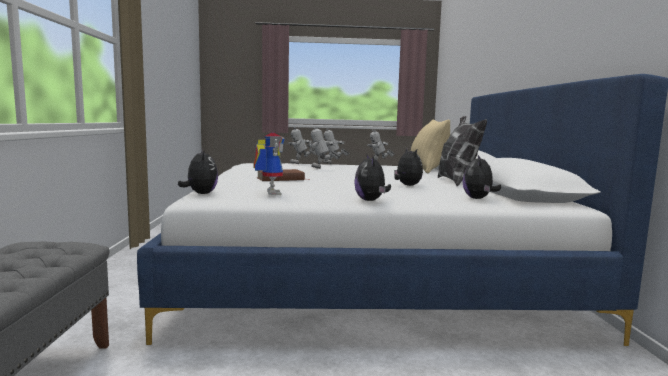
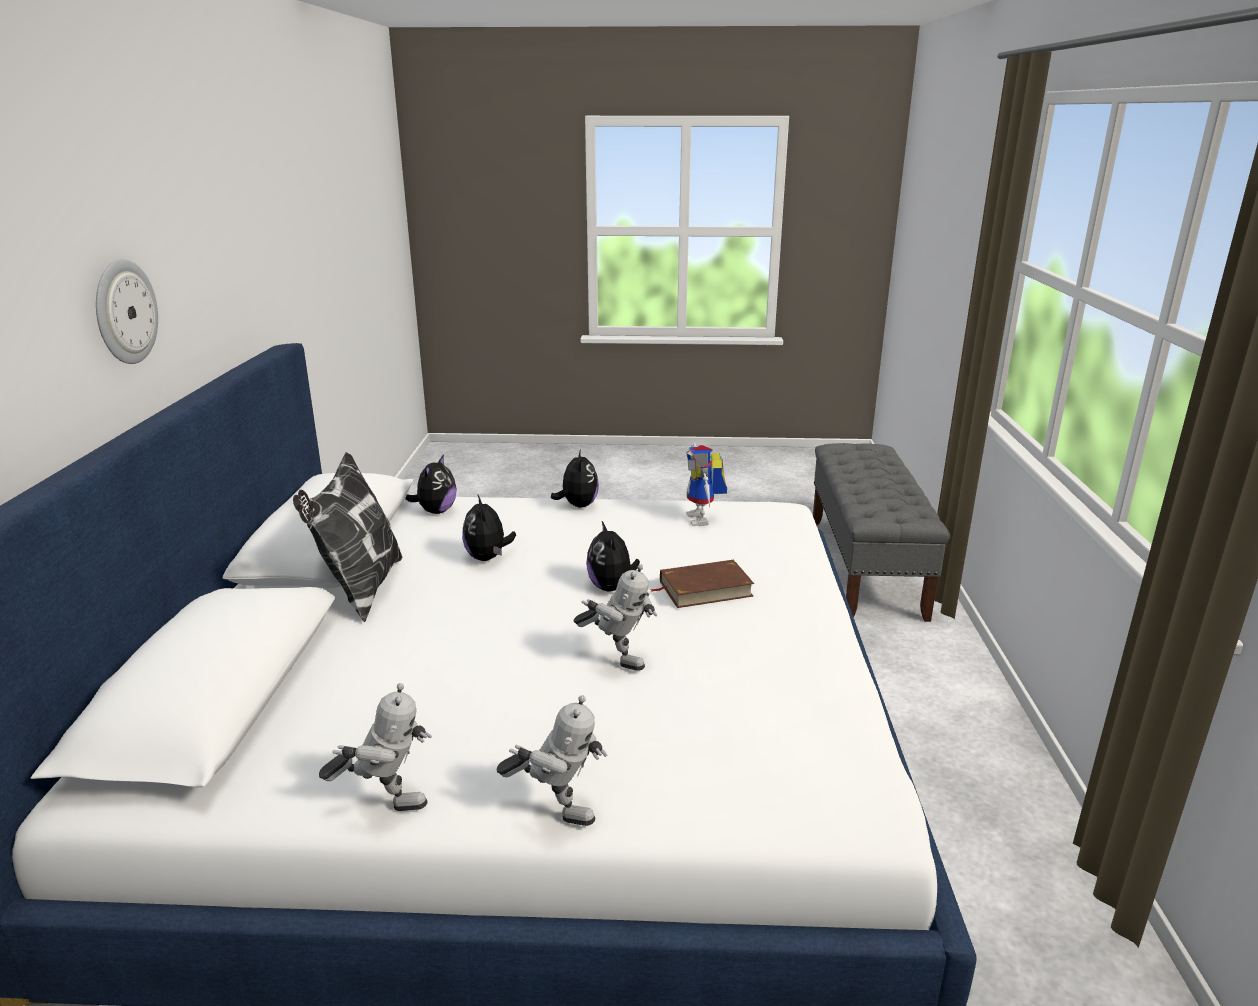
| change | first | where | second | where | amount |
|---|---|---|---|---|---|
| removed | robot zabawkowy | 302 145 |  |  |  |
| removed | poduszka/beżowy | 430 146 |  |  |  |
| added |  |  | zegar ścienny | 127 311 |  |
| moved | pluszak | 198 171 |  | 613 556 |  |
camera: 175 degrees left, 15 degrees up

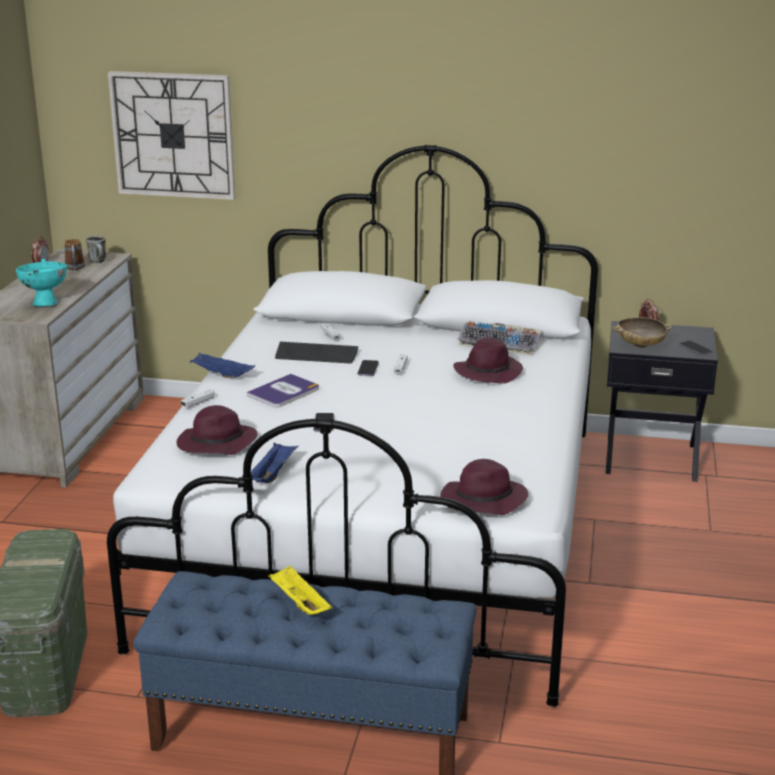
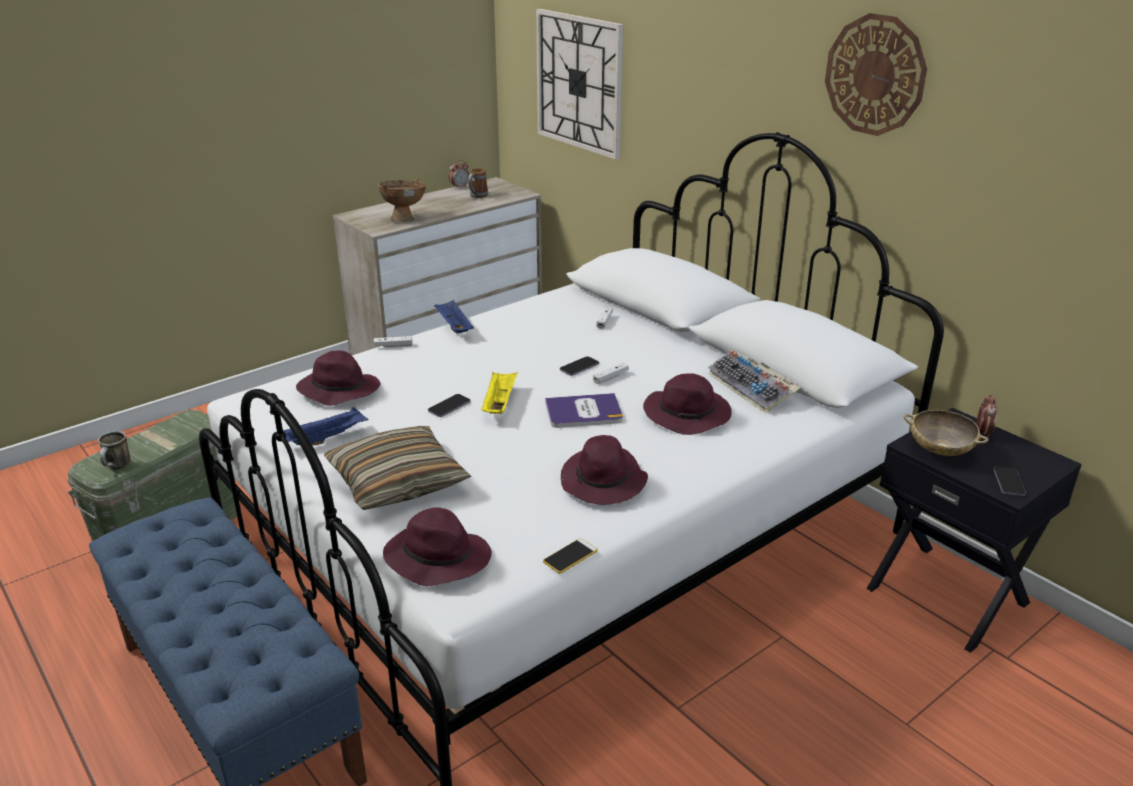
| change | first | where | second | where | amount |
|---|---|---|---|---|---|
| removed | klawiatura | 316 353 |  |  |  |
| added |  |  | poduszka | 397 468 |  |
| added |  |  | telefon | 570 556 |  |
| added |  |  | kapelusz/fioletowy | 604 470 |  |
| added |  |  | zegar ścienny | 876 74 |  |
| moved | kubek | 96 249 |  | 114 450 |  |
| moved | książka | 283 390 |  | 584 410 |  |
| moved | taca/żółty | 300 590 |  | 499 393 |  |
| recoloured | miska/turkusowy | 41 283 | miska/brązowy | 402 200 |  |
camera: 40 degrees right, 5 degrees up

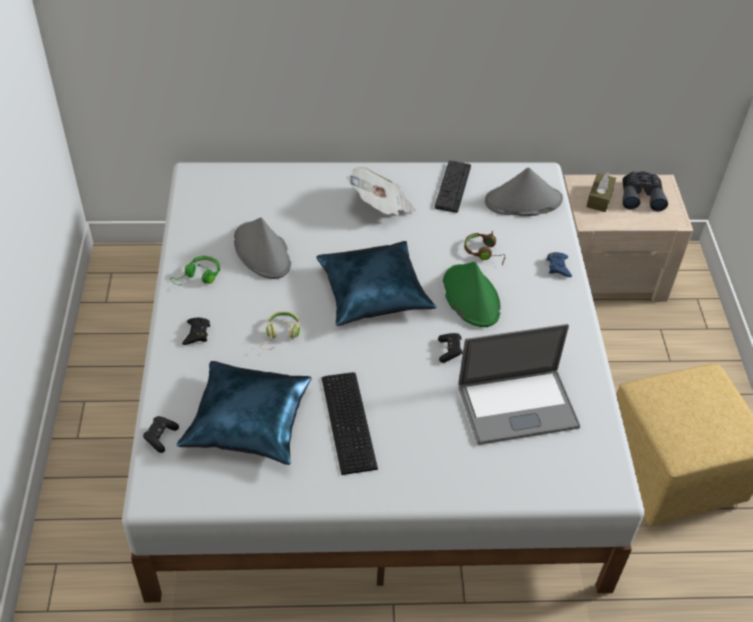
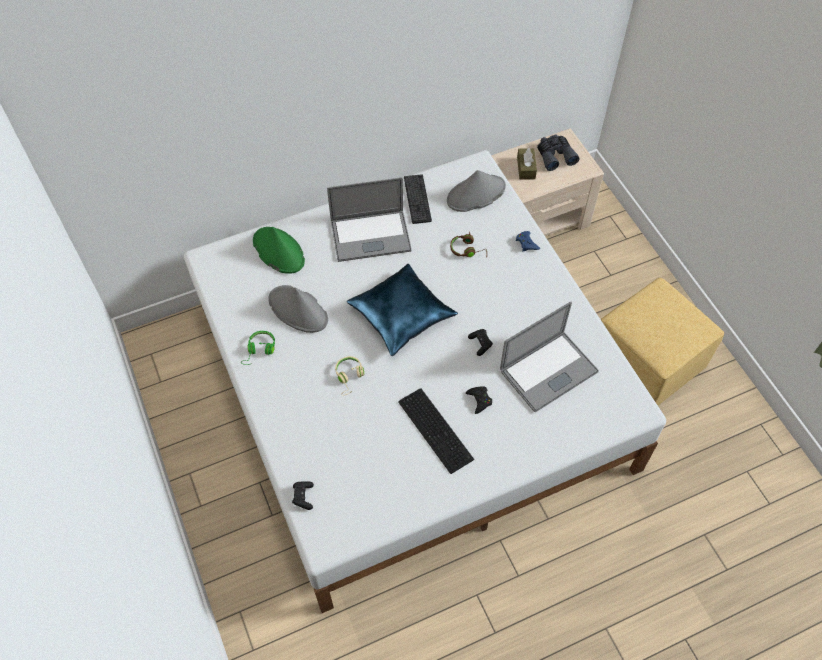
| change | first | where | second | where | amount |
|---|---|---|---|---|---|
| removed | poduszka/niebieski | 244 413 |  |  |  |
| moved | pad do gier/czarny | 196 331 |  | 479 400 |  |
| moved | kapelusz/zielony | 472 294 |  | 279 250 |  |
| replaced | gazeta | 381 191 | laptop | 369 219 |  |
camera: 20 degrees left, 10 degrees up

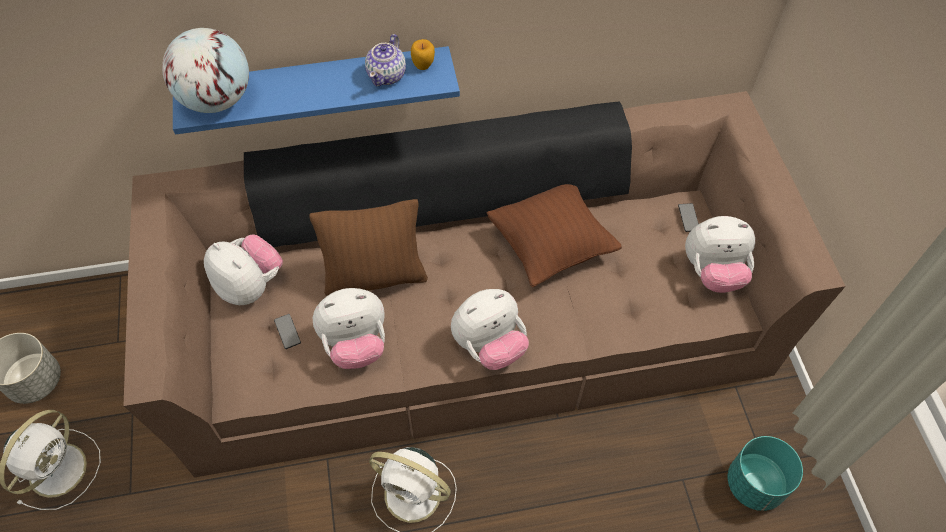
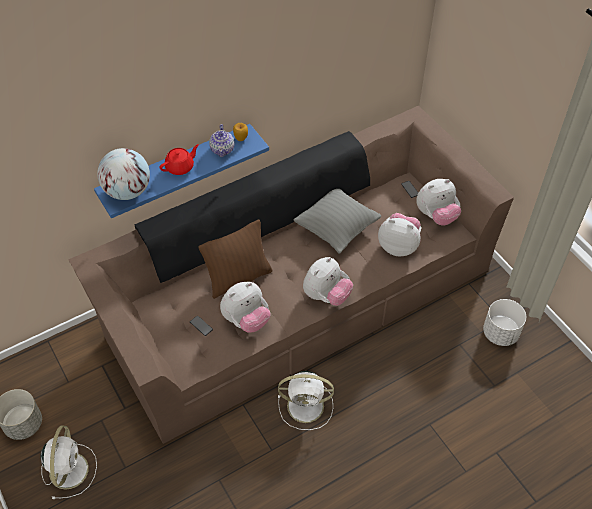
| change | first | where | second | where | amount |
|---|---|---|---|---|---|
| added |  |  | imbryk/czerwony | 179 159 |  |
| moved | pluszak | 243 269 |  | 399 234 |  |
| recoloured | poduszka/brązowy | 554 235 | poduszka/szary | 337 221 |  |
| recoloured | donica/turkusowy | 765 473 | donica/biały | 504 322 |  |
camera: 20 degrees left, 5 degrees down

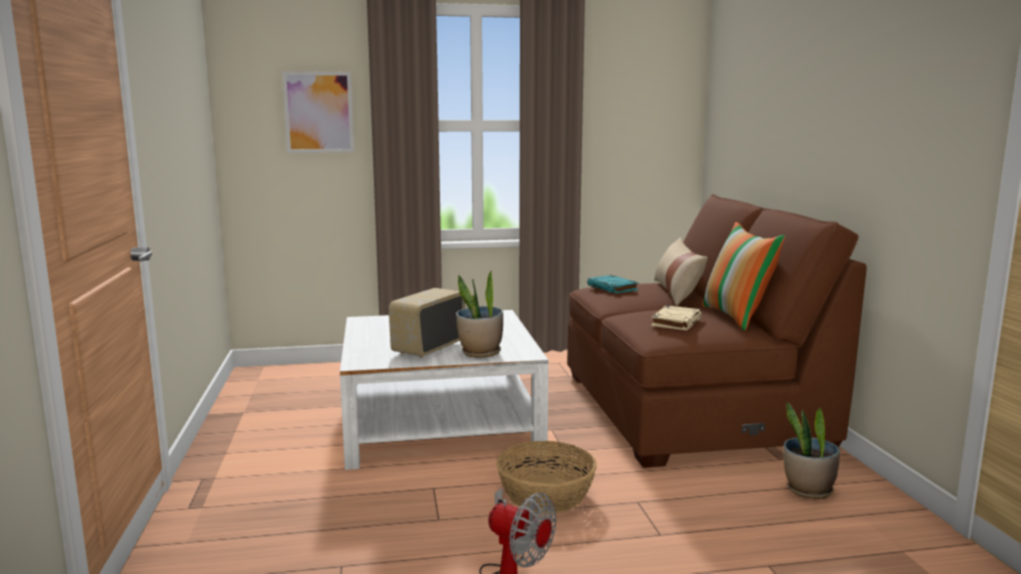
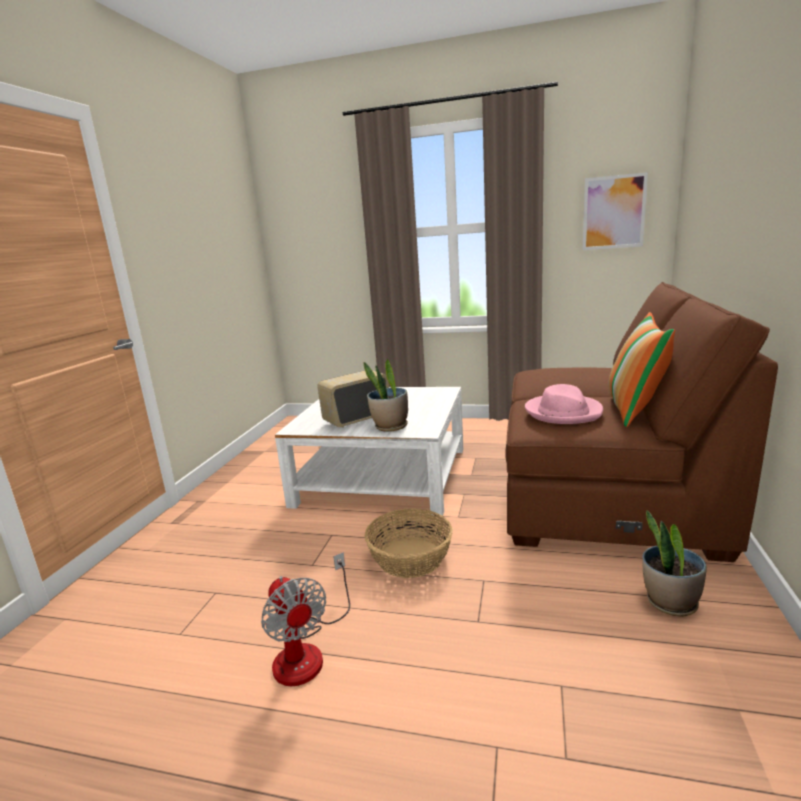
| change | first | where | second | where | amount |
|---|---|---|---|---|---|
| removed | książka/turkusowy | 613 284 |  |  |  |
| removed | poduszka/beżowy | 681 272 |  |  |  |
| moved | obraz | 318 112 |  | 615 211 |  |
| replaced | książka/beżowy | 676 317 | kapelusz/różowy | 564 404 |  |
camera: 25 degrees right, 5 degrees up

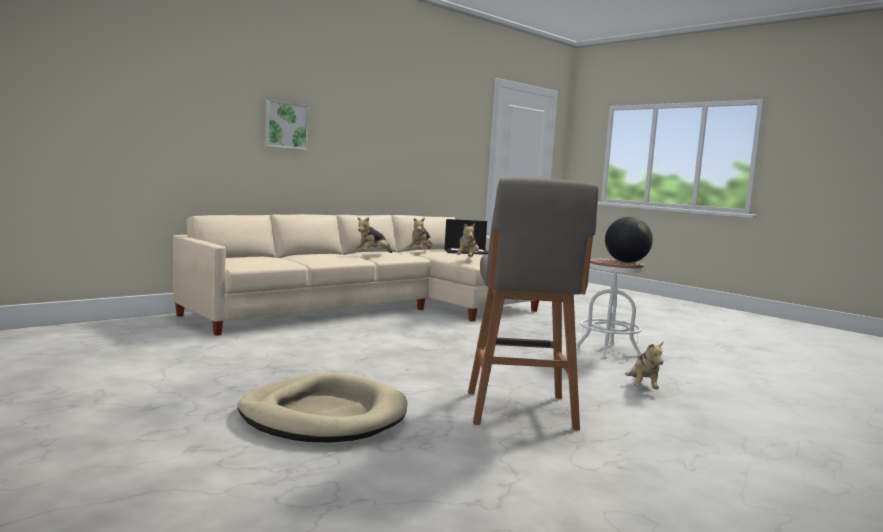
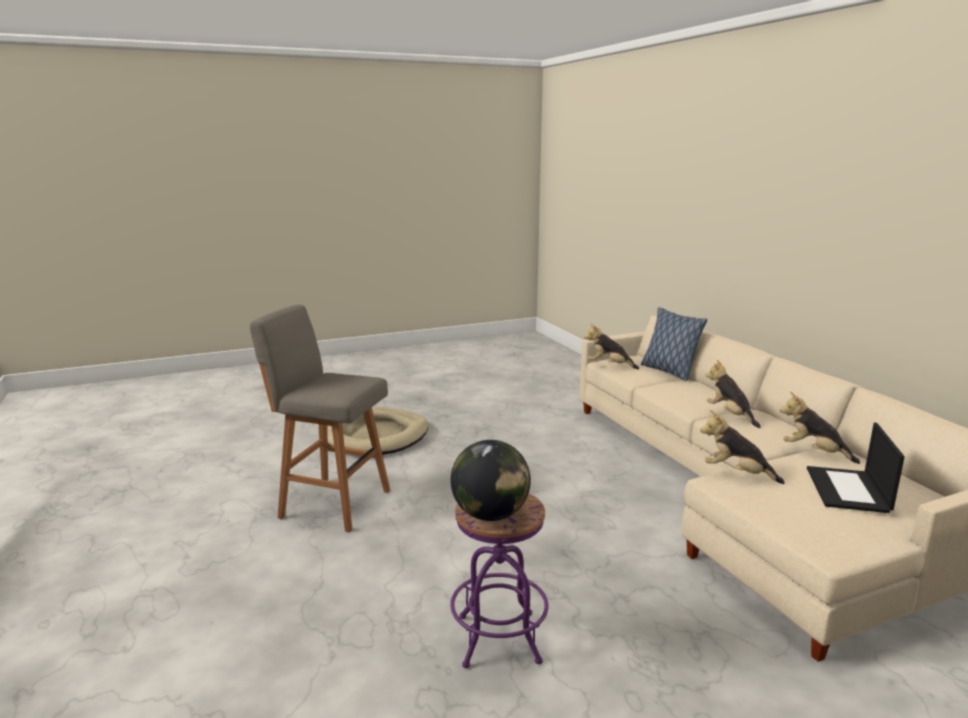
| change | first | where | second | where | amount |
|---|---|---|---|---|---|
| removed | obraz | 287 125 |  |  |  |
| added |  |  | poduszka | 674 344 |  |
| moved | pluszak | 644 365 |  | 611 346 |  |
| recoloured | stołek/biały | 610 308 | stołek/fioletowy | 499 581 |  |
camera: 110 degrees right, 10 degrees up

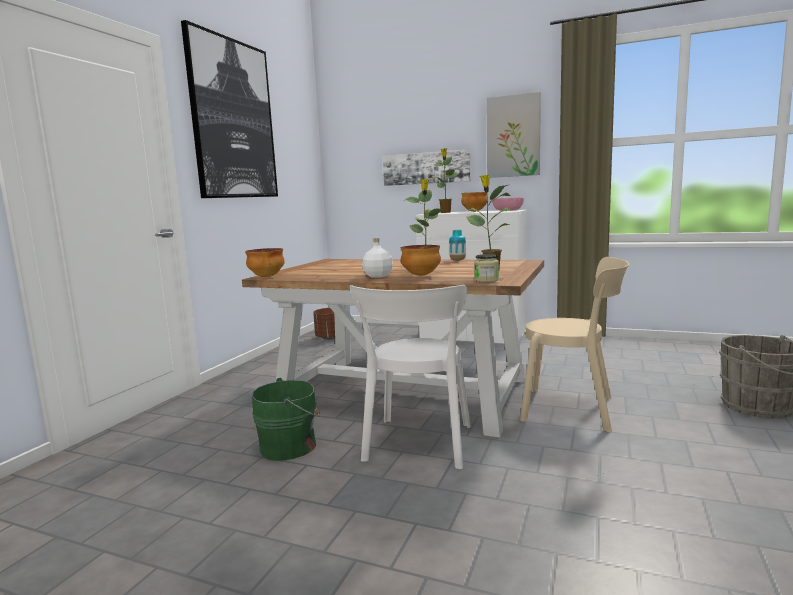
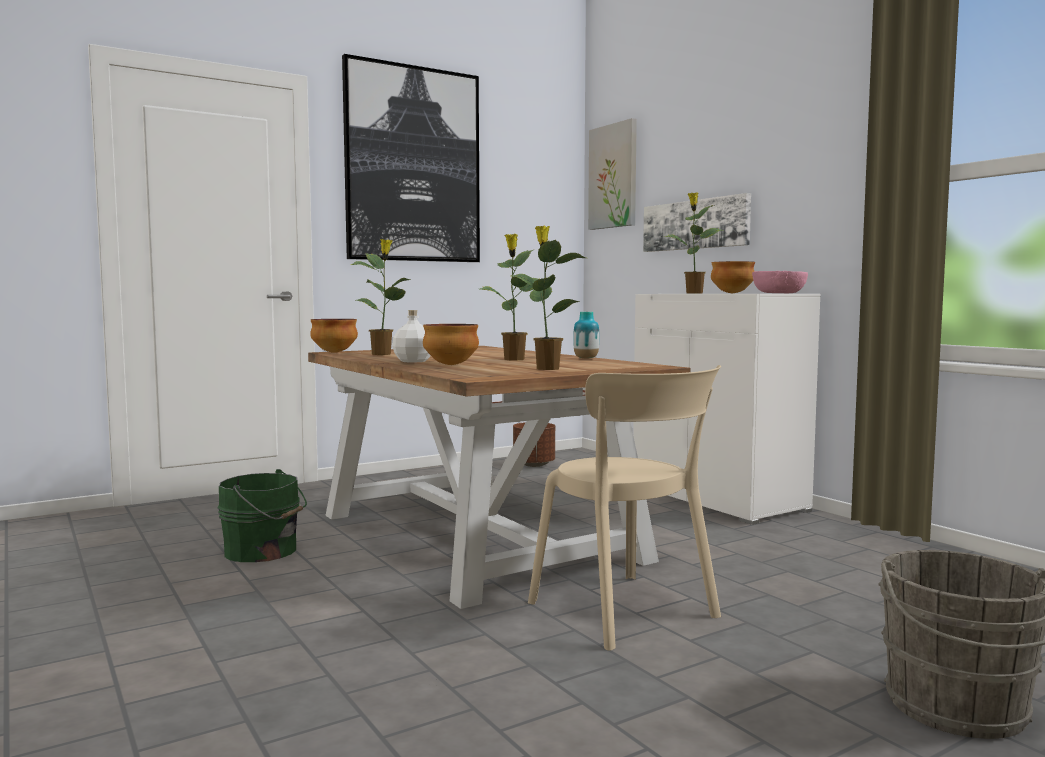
| change | first | where | second | where | amount |
|---|---|---|---|---|---|
| removed | krzesło/biały | 410 377 |  |  |  |
| removed | słoik | 486 268 |  |  |  |
| added |  |  | roślina doniczkowa | 380 297 |  |
| moved | obraz | 513 135 |  | 612 174 |  |
camera: 35 degrees right, 5 degrees down

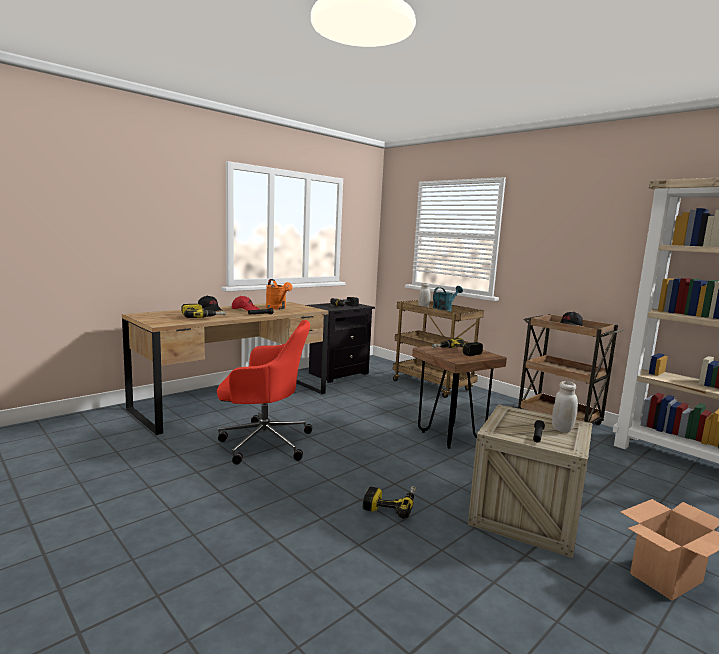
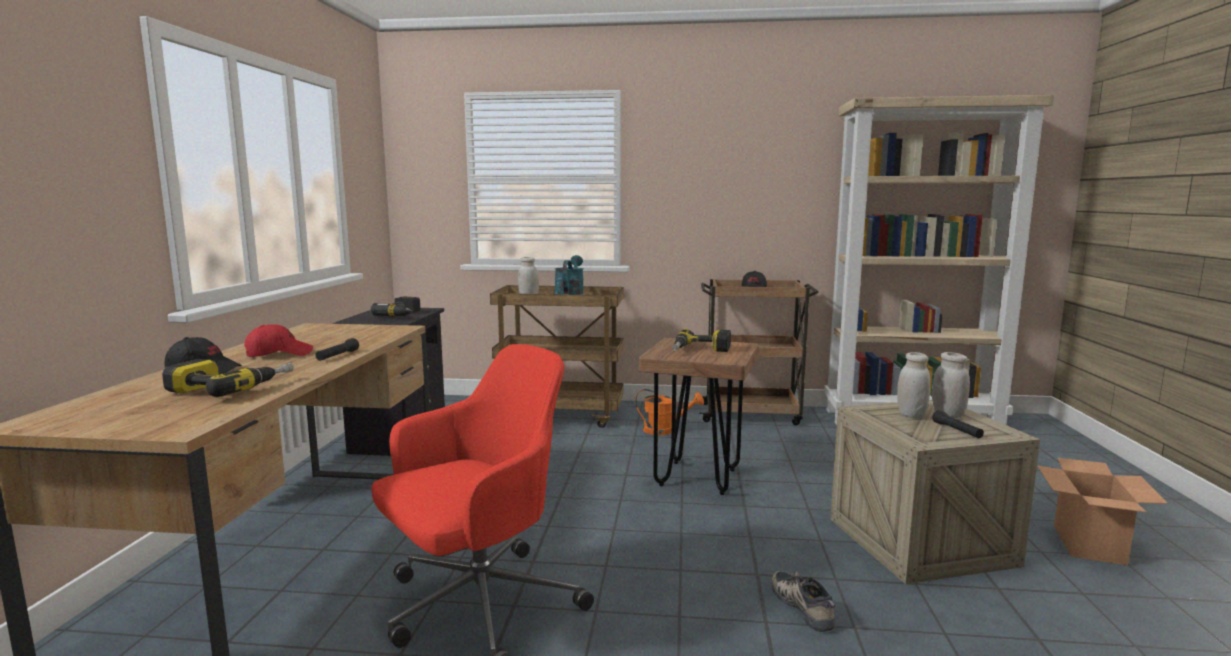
| change | first | where | second | where | amount |
|---|---|---|---|---|---|
| added |  |  | słoik/biały | 913 385 |  |
| moved | konewka/pomarańczowy | 279 294 |  | 669 412 |  |
| replaced | wiertarka | 389 502 | but | 803 601 |  |
camera: 40 degrees left, 0 degrees up

